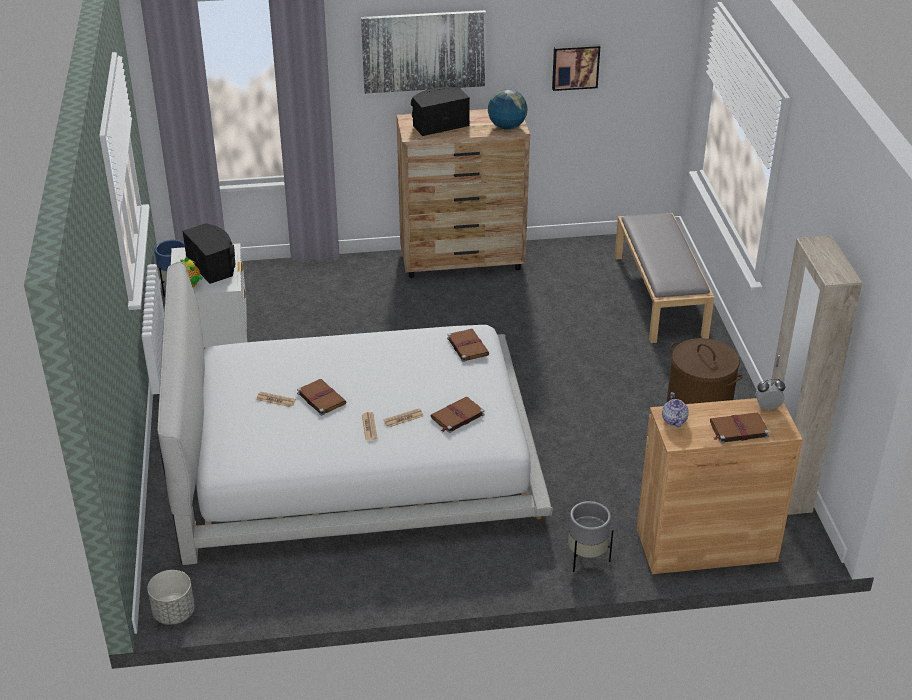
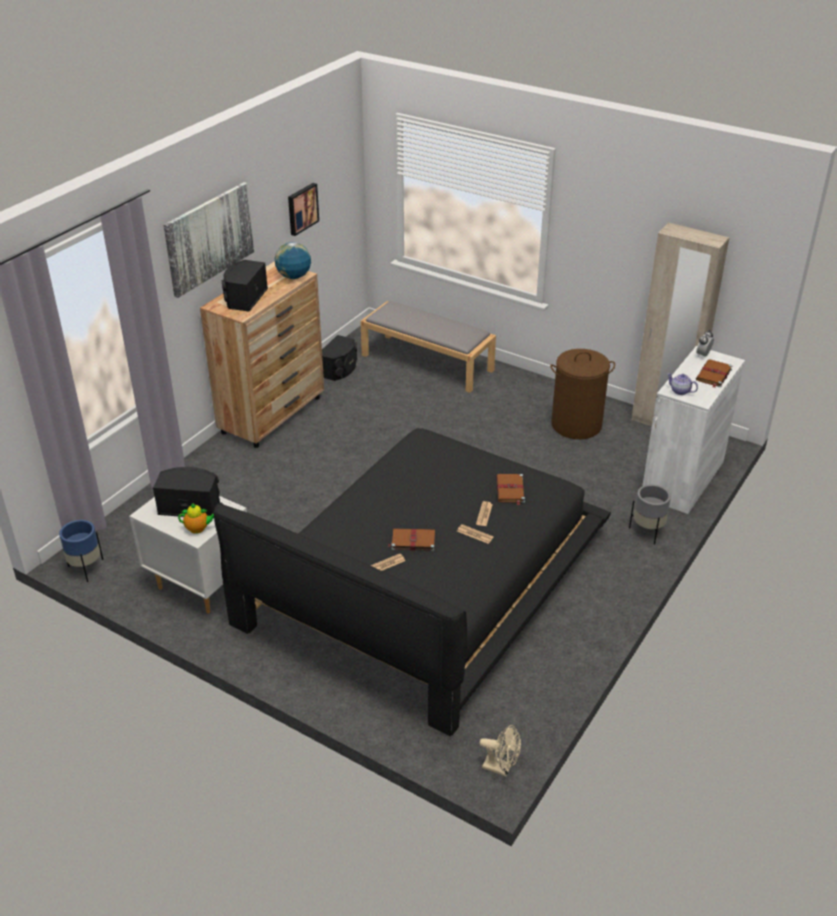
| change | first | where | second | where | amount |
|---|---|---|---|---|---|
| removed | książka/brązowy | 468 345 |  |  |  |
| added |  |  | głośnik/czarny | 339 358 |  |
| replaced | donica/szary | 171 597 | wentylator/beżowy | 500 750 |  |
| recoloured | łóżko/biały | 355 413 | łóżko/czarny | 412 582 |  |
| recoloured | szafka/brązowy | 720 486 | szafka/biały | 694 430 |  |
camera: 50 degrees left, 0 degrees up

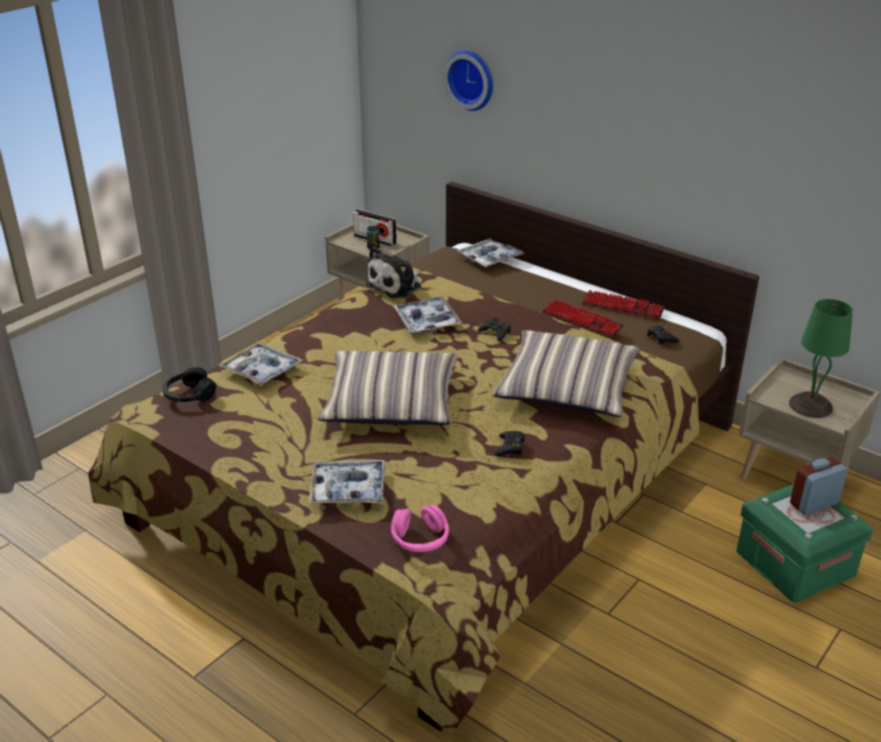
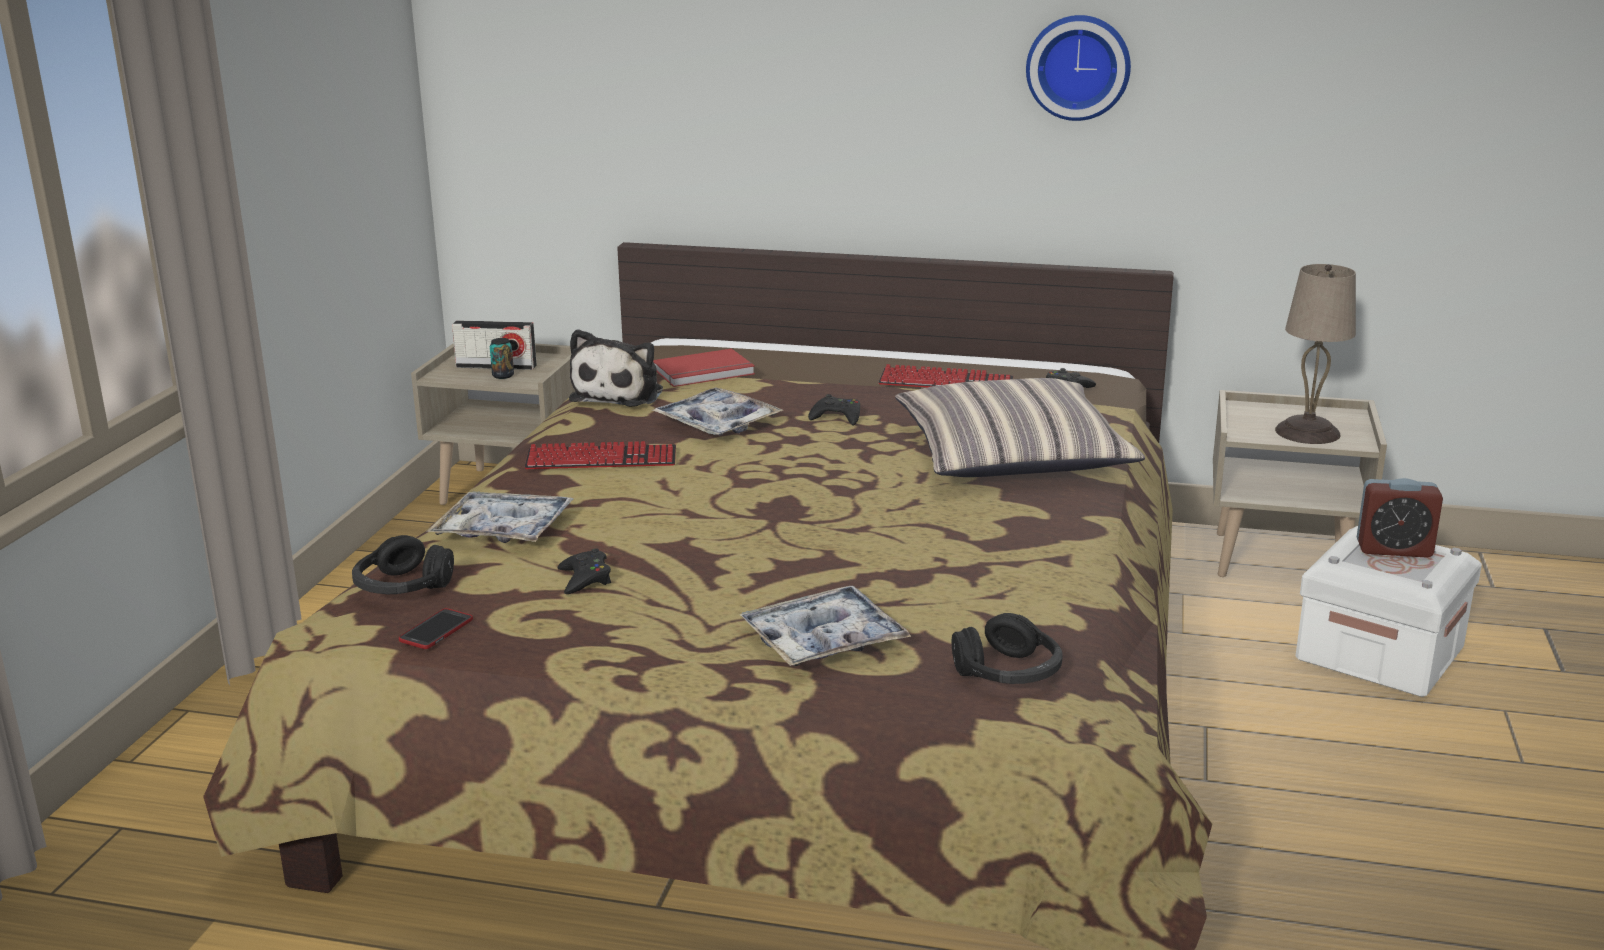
| change | first | where | second | where | amount |
|---|---|---|---|---|---|
| removed | poduszka | 388 388 |  |  |  |
| removed | taca | 491 253 |  |  |  |
| added |  |  | telefon | 436 628 |  |
| added |  |  | książka/czerwony | 704 368 |  |
| moved | zegar ścienny | 468 80 |  | 1078 68 |  |
| moved | pad do gier/czarny | 510 443 |  | 584 571 |  |
| moved | klawiatura | 623 304 |  | 600 455 |  |
| recoloured | słuchawki/różowy | 420 528 | słuchawki/czarny | 1007 648 |  |
| recoloured | pojemnik do przechowywania/zielony | 804 543 | pojemnik do przechowywania/biały | 1389 611 |  |
| recoloured | lampa stołowa/zielony | 821 358 | lampa stołowa/beżowy | 1315 354 |  |
| turned | budzik | 819 486 |  | 1400 518 | 120 degrees counterclockwise |
camera: 25 degrees left, 10 degrees down

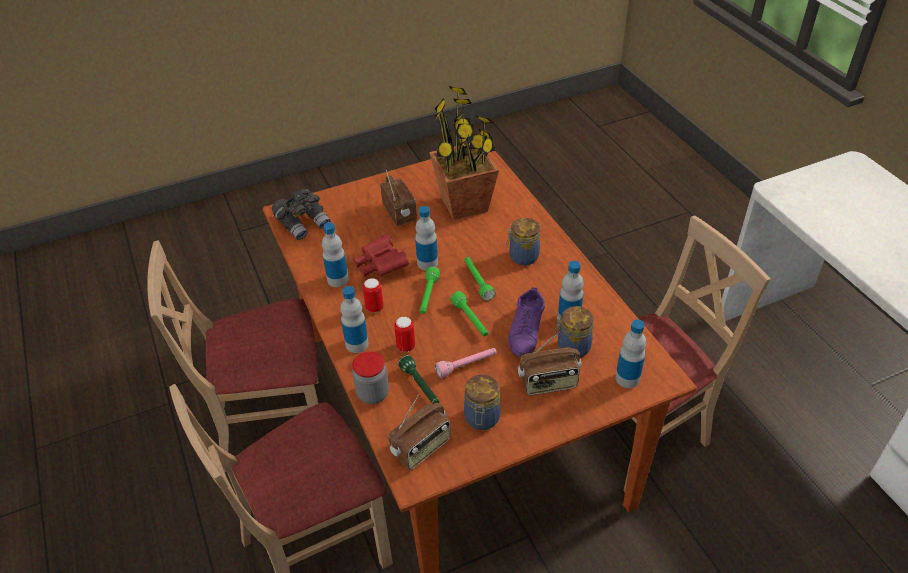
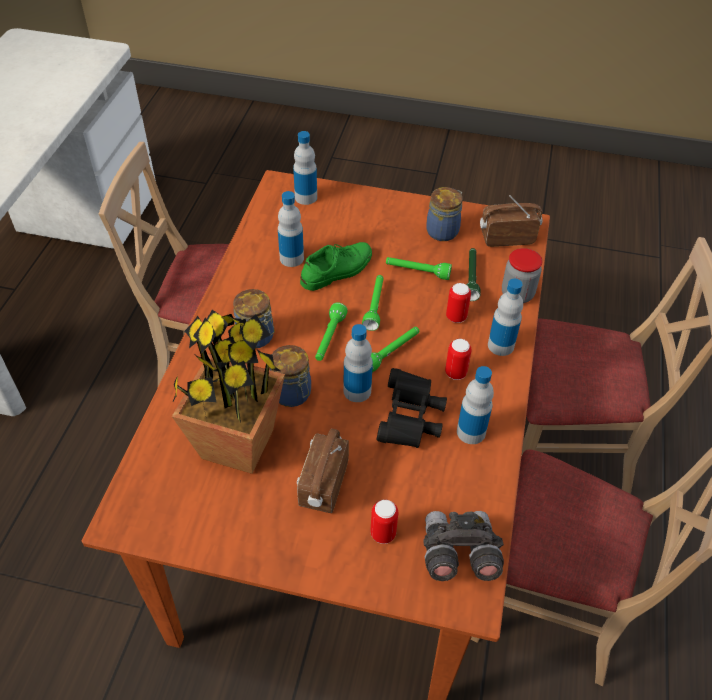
| change | first | where | second | where | amount |
|---|---|---|---|---|---|
| removed | radio | 549 363 |  |  |  |
| added |  |  | puszka | 384 522 |  |
| moved | słoik | 574 332 |  | 290 376 |  |
| recoloured | lornetka/czerwony | 381 255 | lornetka/czarny | 412 408 |  |
| recoloured | latarka/różowy | 466 363 | latarka/zielony | 419 268 |  |
| recoloured | but/fioletowy | 526 322 | but/zielony | 336 266 |  |
camera: 145 degrees left, 5 degrees up

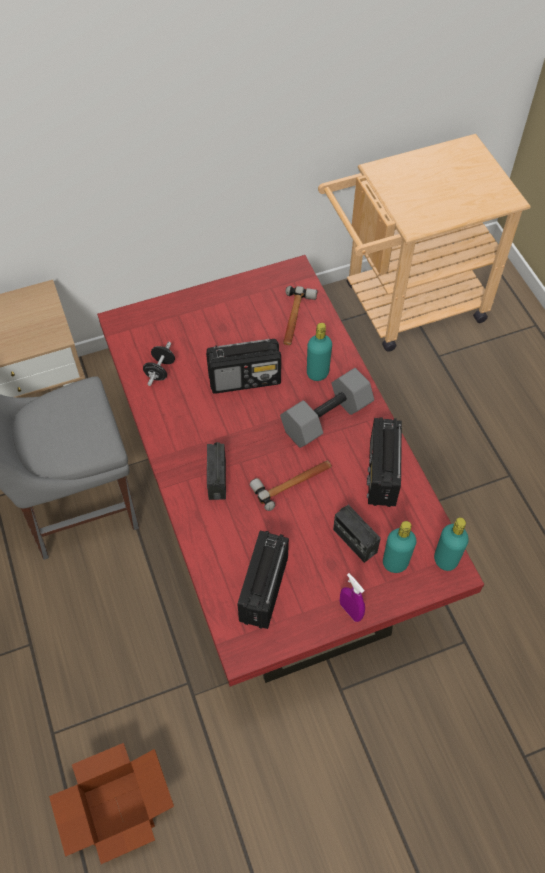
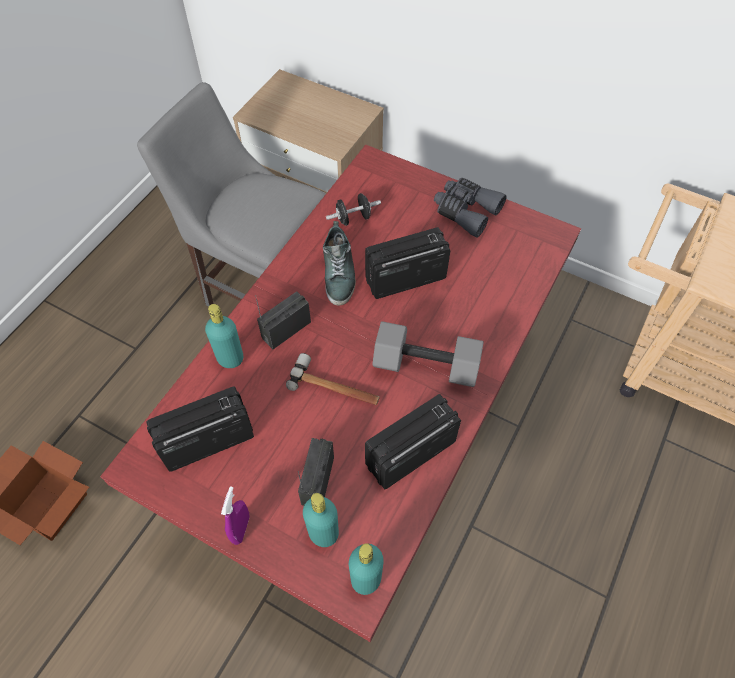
| change | first | where | second | where | amount |
|---|---|---|---|---|---|
| removed | młotek | 300 315 |  |  |  |
| added |  |  | but | 339 263 |  |
| added |  |  | lornetka/szary | 470 208 |  |
| moved | butelka/turkusowy | 319 352 |  | 224 336 |  |
| turned | radio | 243 366 |  | 407 263 | 120 degrees clockwise |
camera: 50 degrees right, 0 degrees up

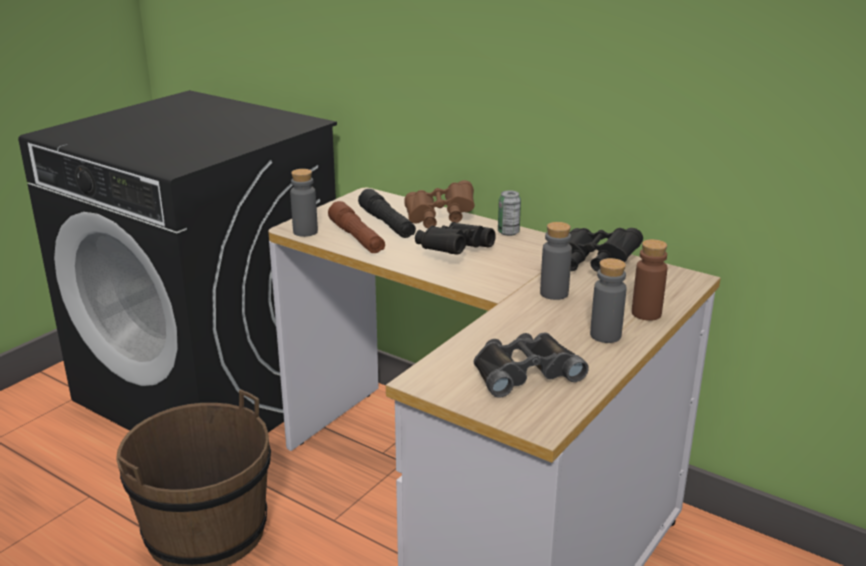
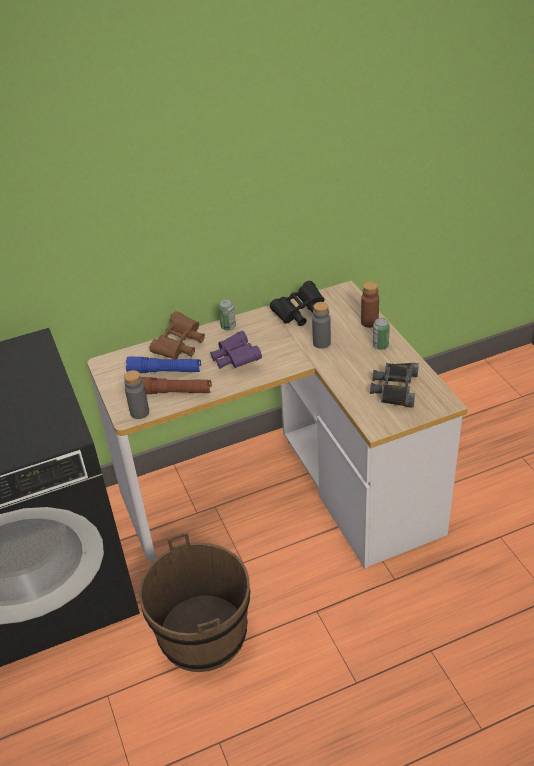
| change | first | where | second | where | amount |
|---|---|---|---|---|---|
| replaced | butelka/szary | 608 300 | puszka | 381 334 |  |
| recoloured | latarka/czarny | 387 213 | latarka/niebieski | 163 365 |  |
| recoloured | lornetka/czarny | 455 238 | lornetka/fioletowy | 236 350 |  |
camera: 55 degrees left, 15 degrees up

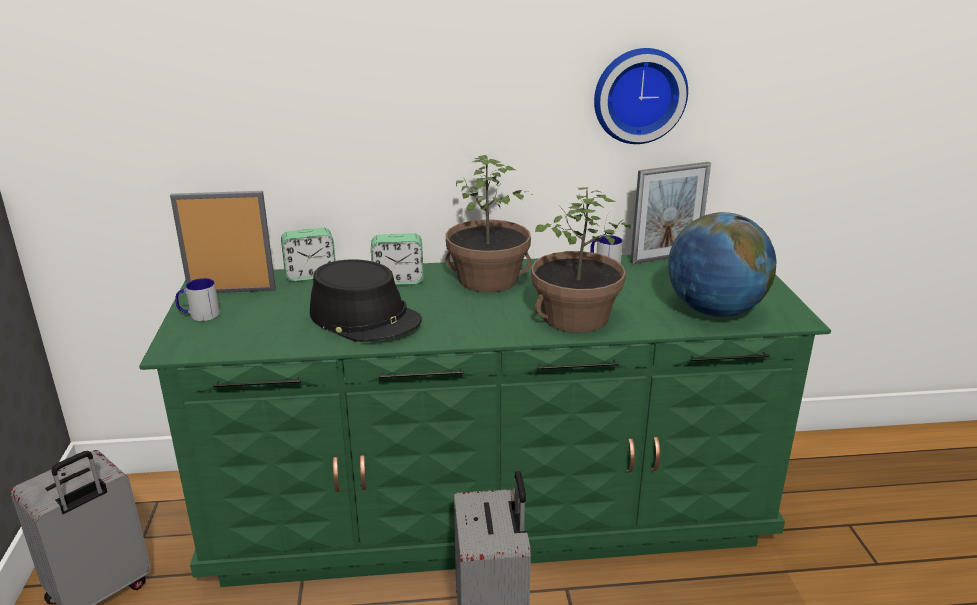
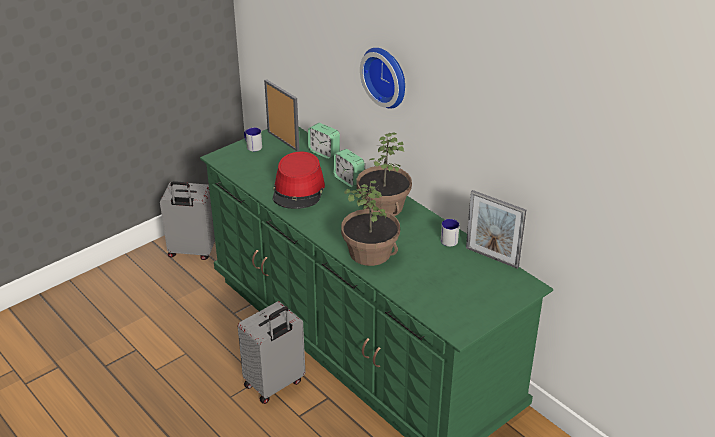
| change | first | where | second | where | amount |
|---|---|---|---|---|---|
| removed | globus | 722 264 |  |  |  |
| moved | zegar ścienny | 641 96 |  | 382 78 |  |
| recoloured | kapelusz/czarny | 366 300 | kapelusz/czerwony | 299 180 |  |
camera: 55 degrees right, 10 degrees up

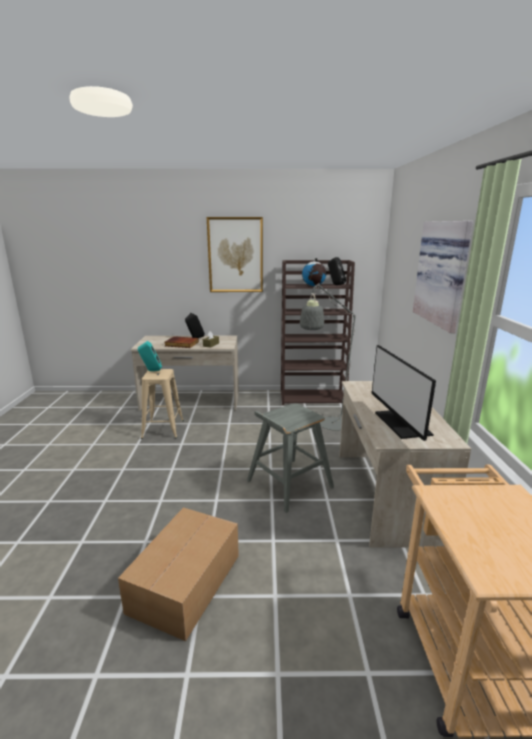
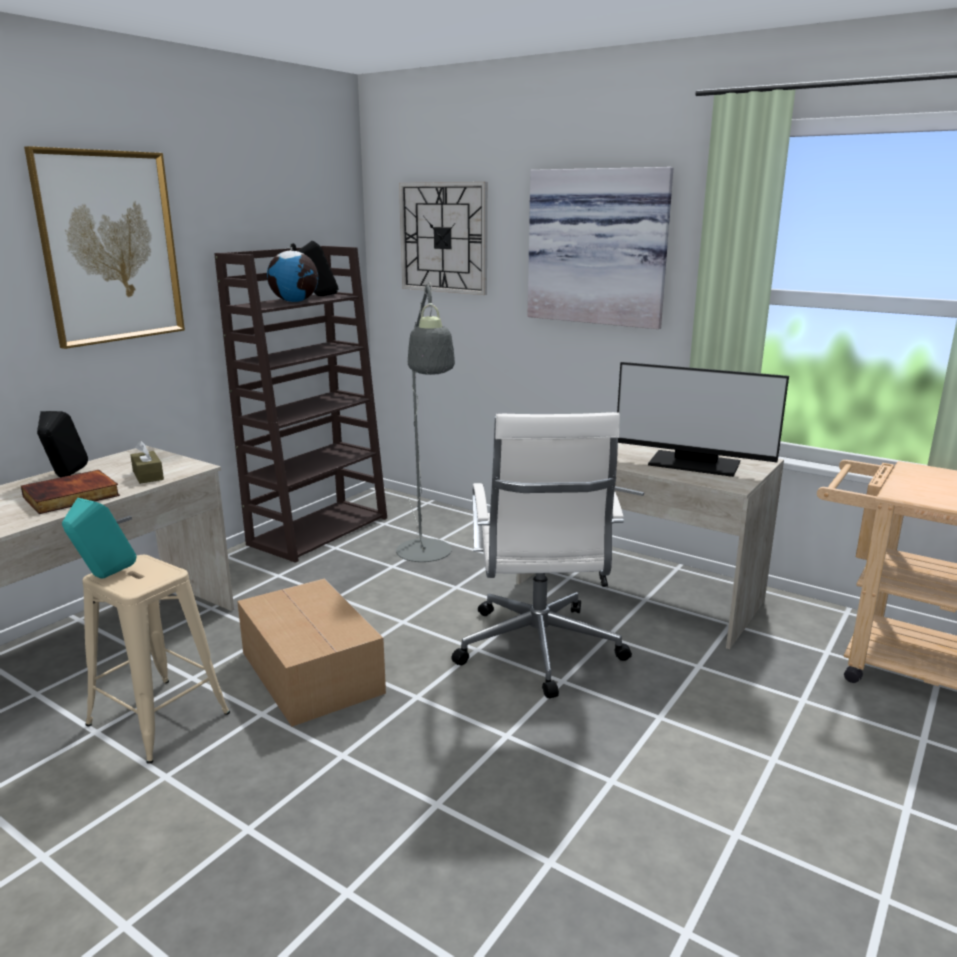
| change | first | where | second | where | amount |
|---|---|---|---|---|---|
| added |  |  | zegar ścienny | 443 238 |  |
| moved | karton | 178 574 |  | 311 653 |  |
| replaced | stołek/szary | 290 458 | krzesło biurowe/biały | 542 555 |  |
camera: 55 degrees left, 0 degrees up

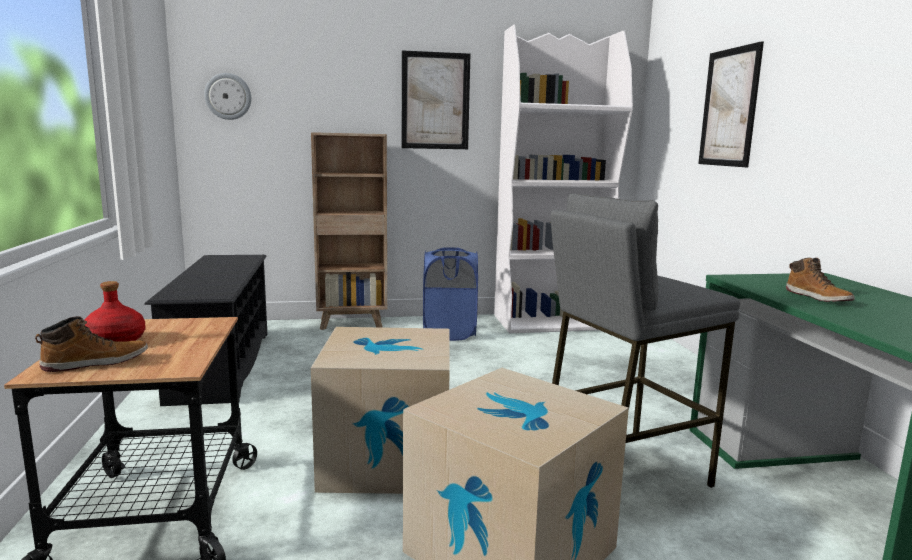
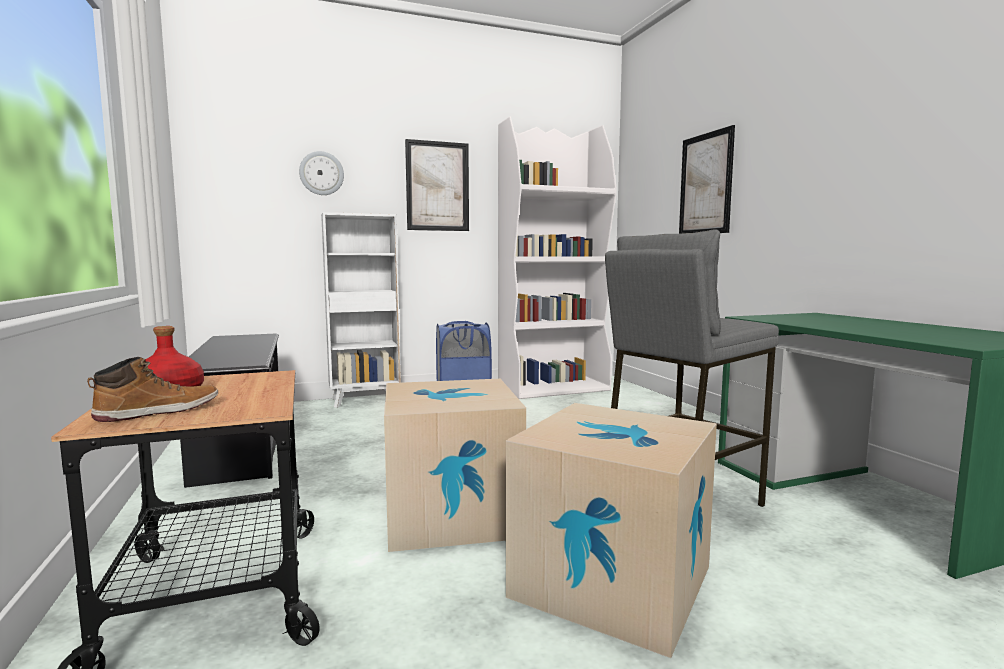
| change | first | where | second | where | amount |
|---|---|---|---|---|---|
| removed | but z cholewką | 820 280 |  |  |  |
| moved | zegar ścienny | 227 96 |  | 321 173 |  |
| recoloured | regał/brązowy | 349 231 | regał/biały | 361 310 |  |
camera: 10 degrees left, 5 degrees down

